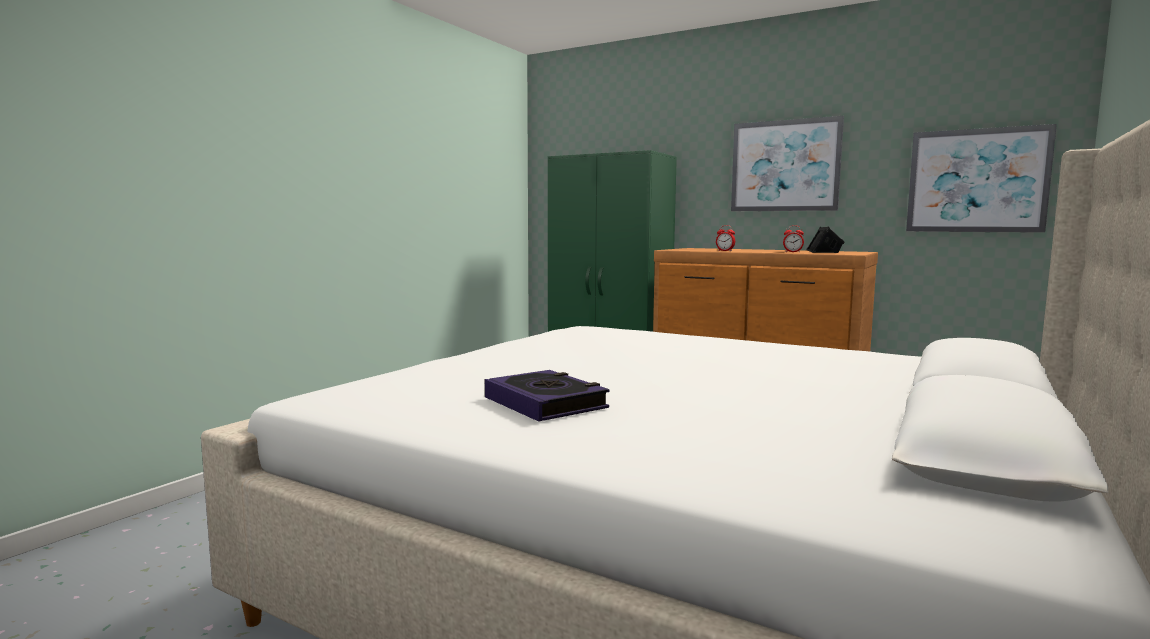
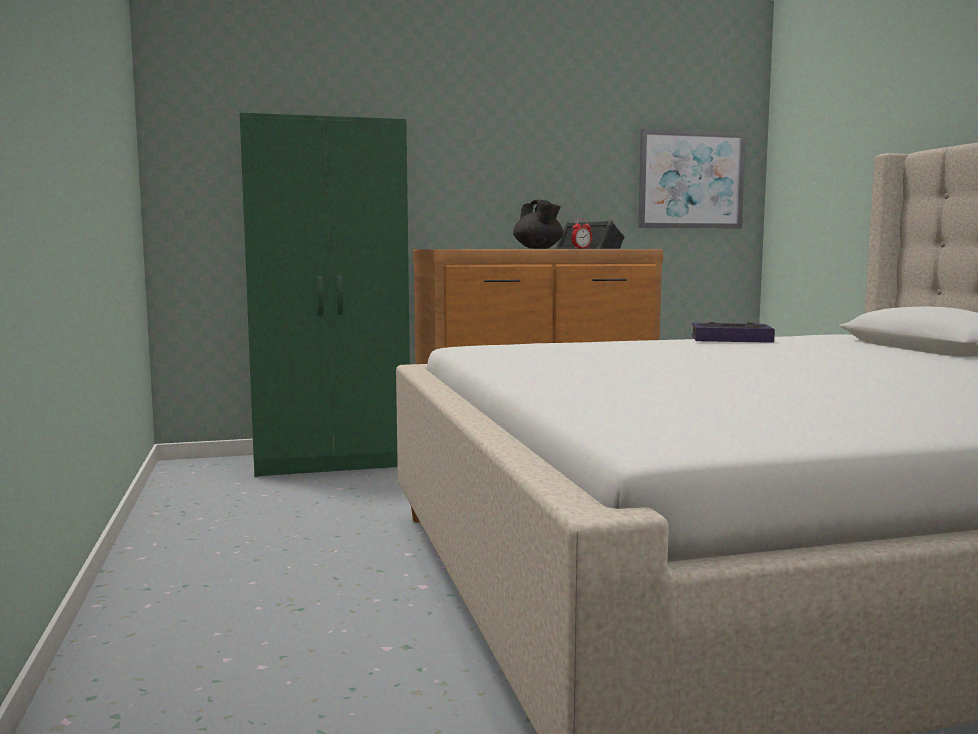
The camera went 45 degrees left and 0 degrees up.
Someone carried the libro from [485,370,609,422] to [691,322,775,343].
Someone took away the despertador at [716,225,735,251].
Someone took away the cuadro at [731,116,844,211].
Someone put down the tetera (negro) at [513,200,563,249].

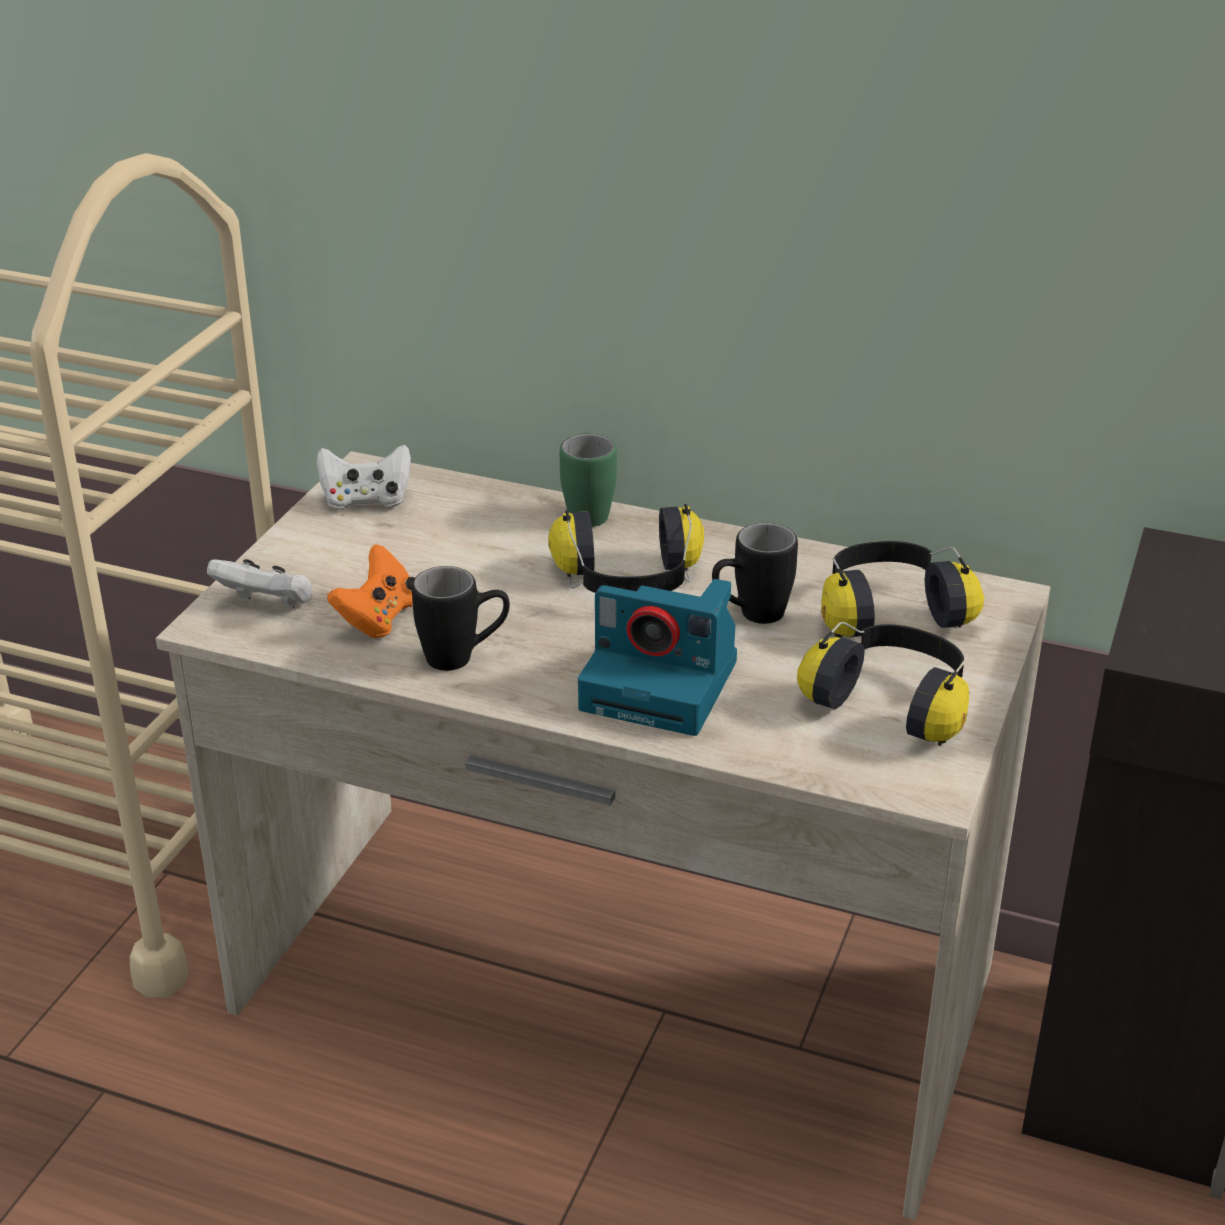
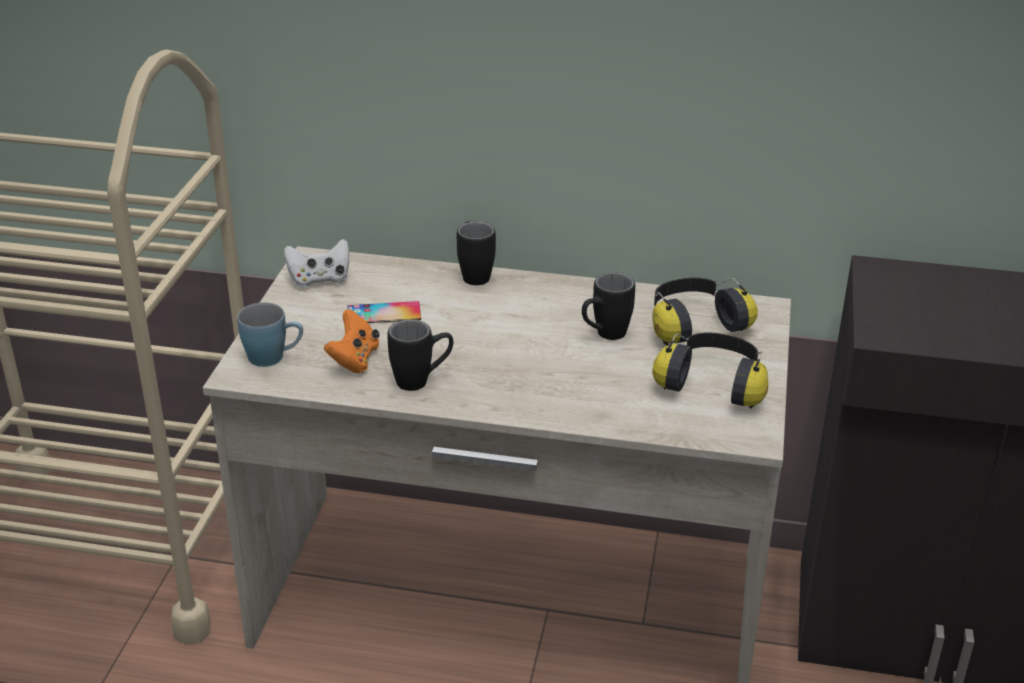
The camera went 10 degrees left and 0 degrees up.
Someone swapped the mando de consola (blanco) at [207,559,313,609] for the taza grande (azul) at [237,302,303,367].
Someone took away the auriculares at [548,504,704,593].
Someone repainted the taza grande (verde) at [560,433,617,527], which became the taza grande (negro) at [457,221,496,285].
Someone took away the cámara at [578,579,737,736].
Someone put down the móvil at [348,301,421,323].

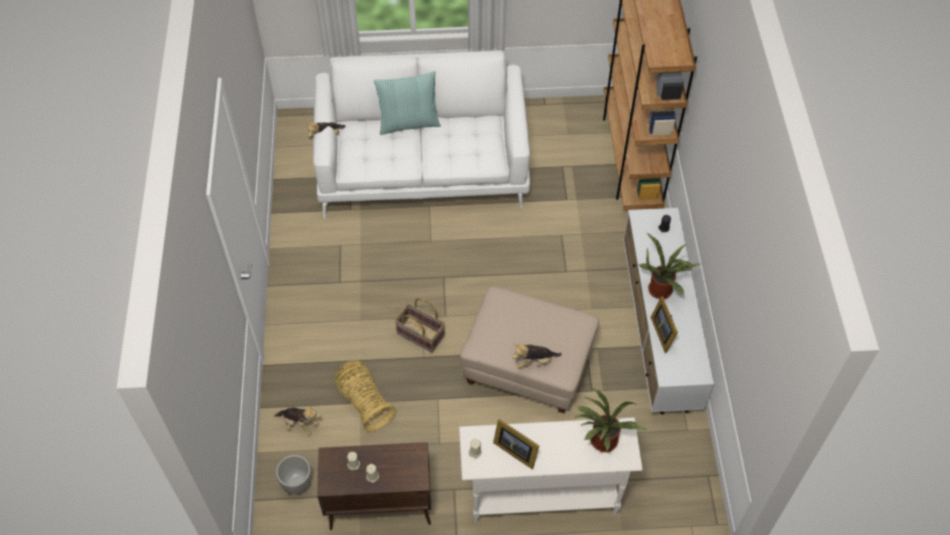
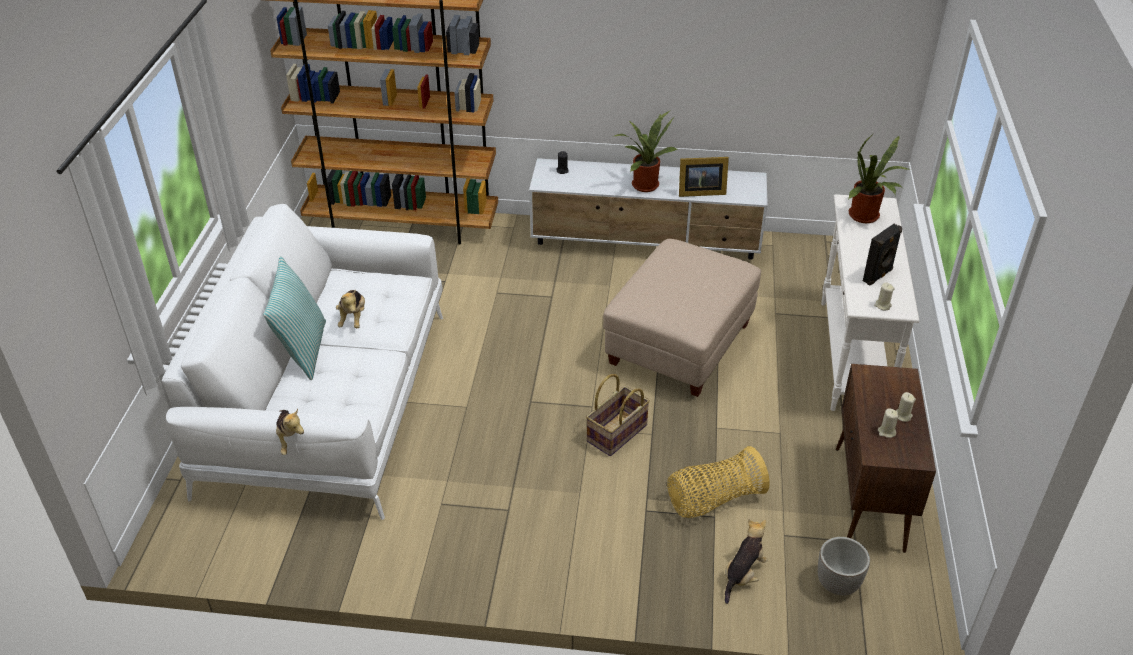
The camera went 80 degrees left and 15 degrees down.
Someone swapped the portarretratos at [493,419,539,469] for the altavoz (negro) at [863,224,902,286].
Someone carried the peluche from [512,344,562,368] to [336,290,365,328].

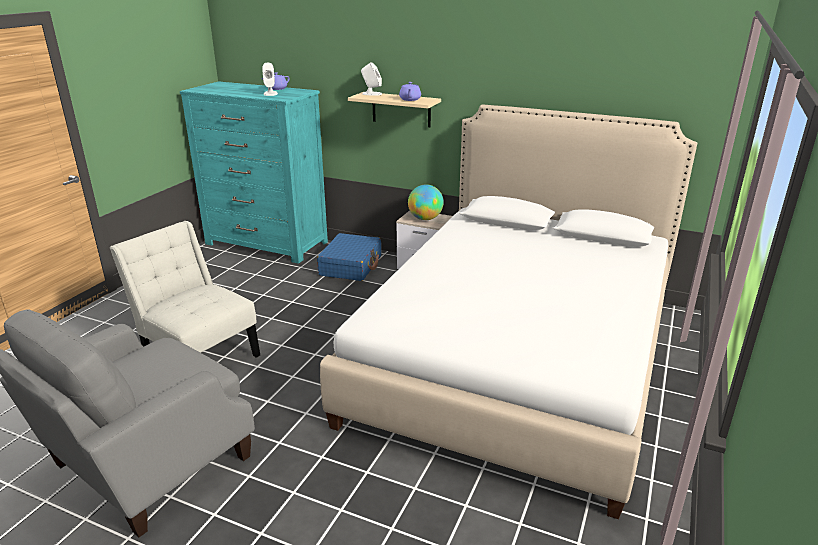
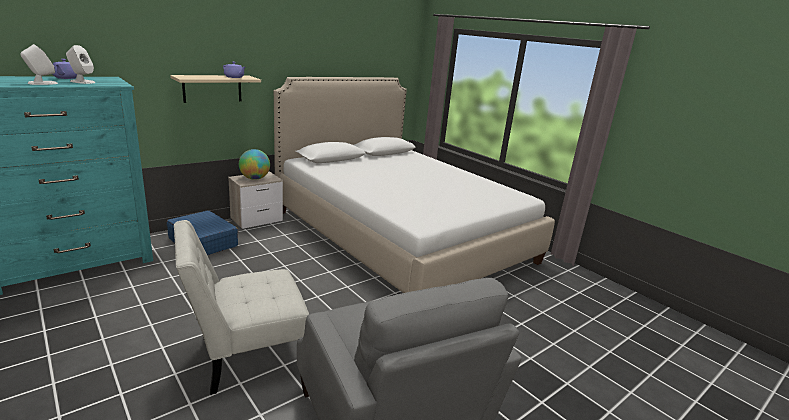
The camera went 65 degrees left and 5 degrees down.
Someone carried the altavoz (blanco) from [361,62,382,96] to [20,44,58,85].

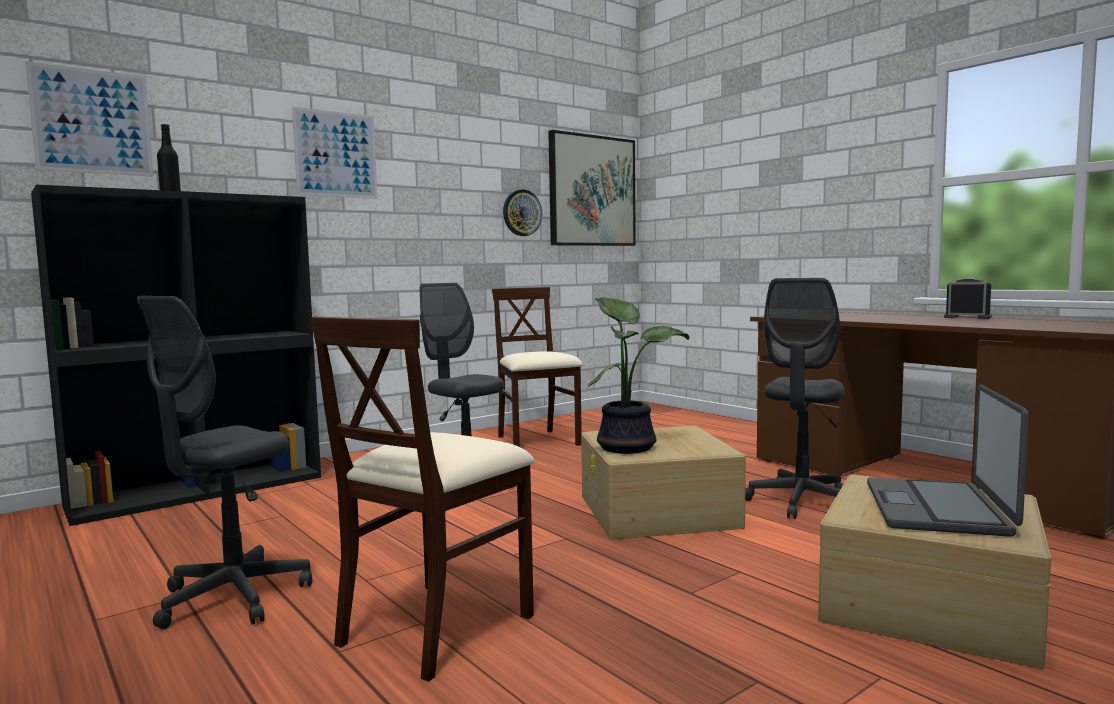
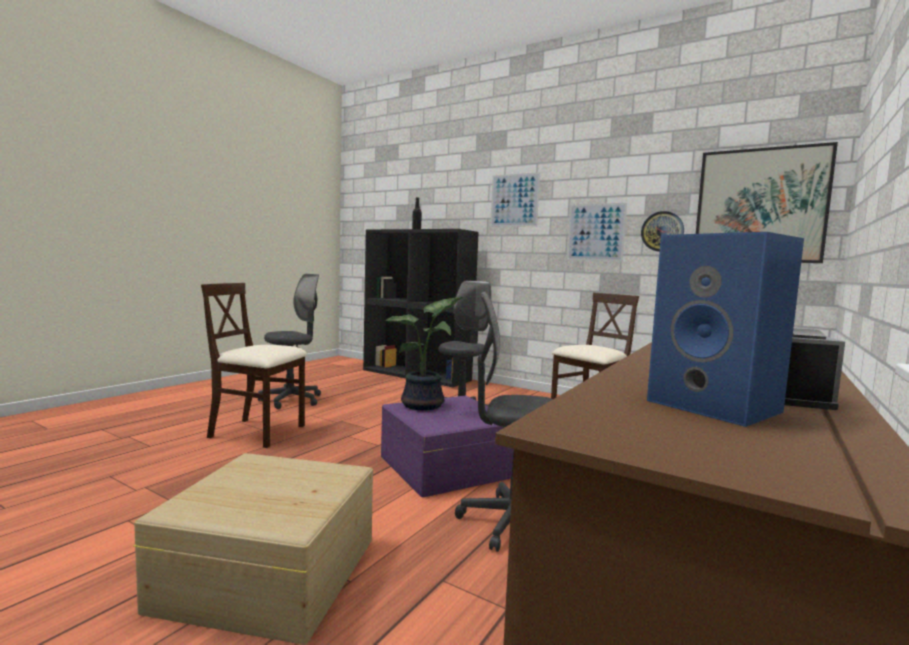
The camera went 70 degrees right and 0 degrees up.
Someone carried the cuadro from [25,61,154,176] to [567,203,627,261].
Someone rotated the silla de oficina (gris) at [137,296,312,630] by 120 degrees clockwise.
Someone repainted the caja de almacenaje (beis) at [581,426,747,539], which became the caja de almacenaje (morado) at [381,396,514,497].
Someone took away the portátil at [867,384,1029,537].
Someone put down the altavoz (azul) at [647,232,804,427].

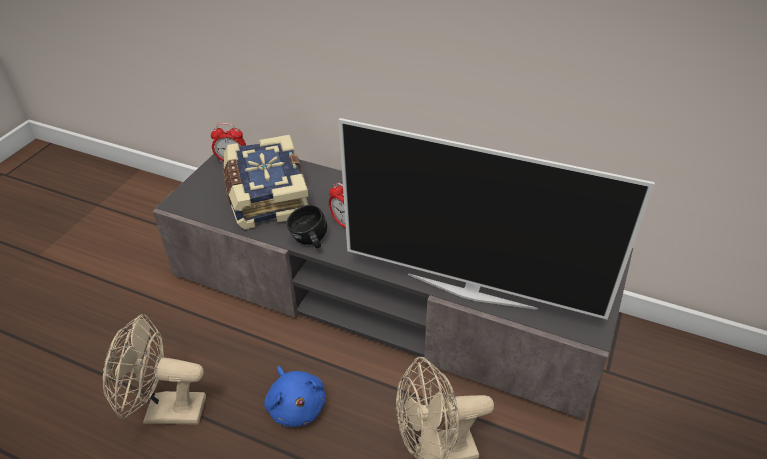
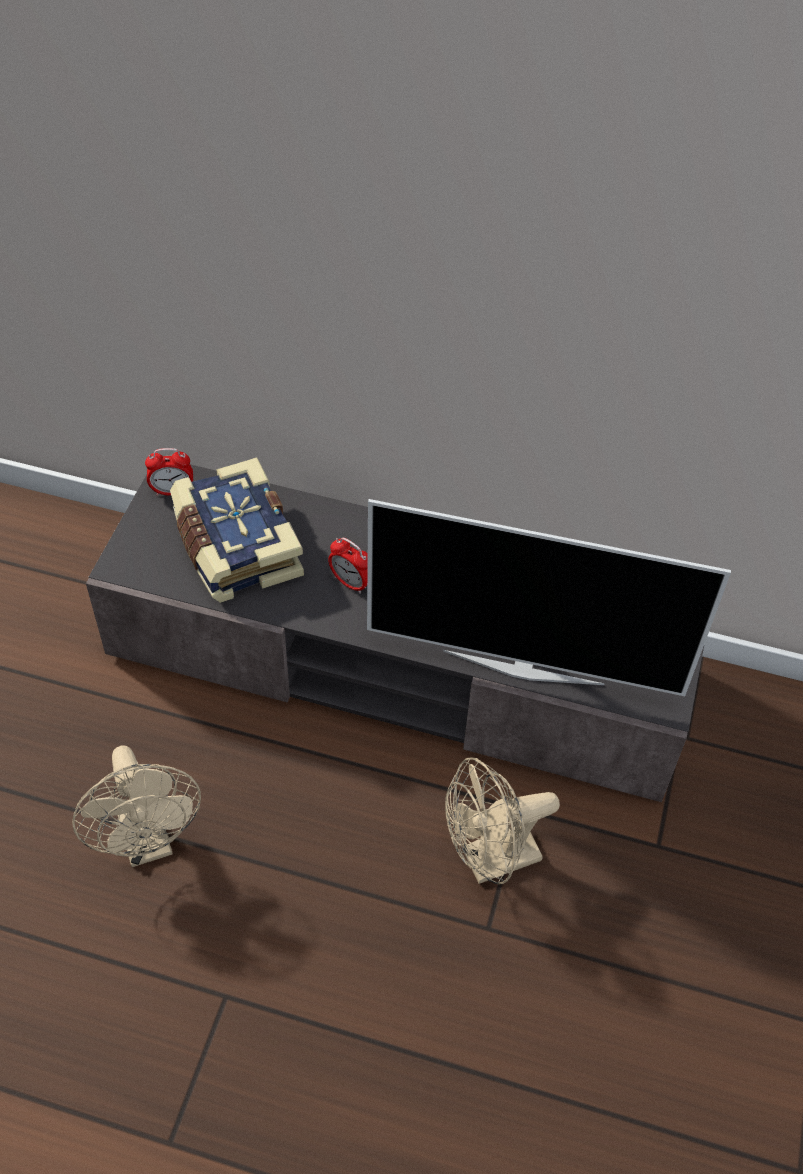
The camera went 10 degrees left and 10 degrees up.
Someone rotated the ventilador (beis) at [103,314,206,425] by 105 degrees counterclockwise.
Someone took away the peluche (azul) at [264,366,326,427].
Someone took away the taza grande (negro) at [286,205,327,248].

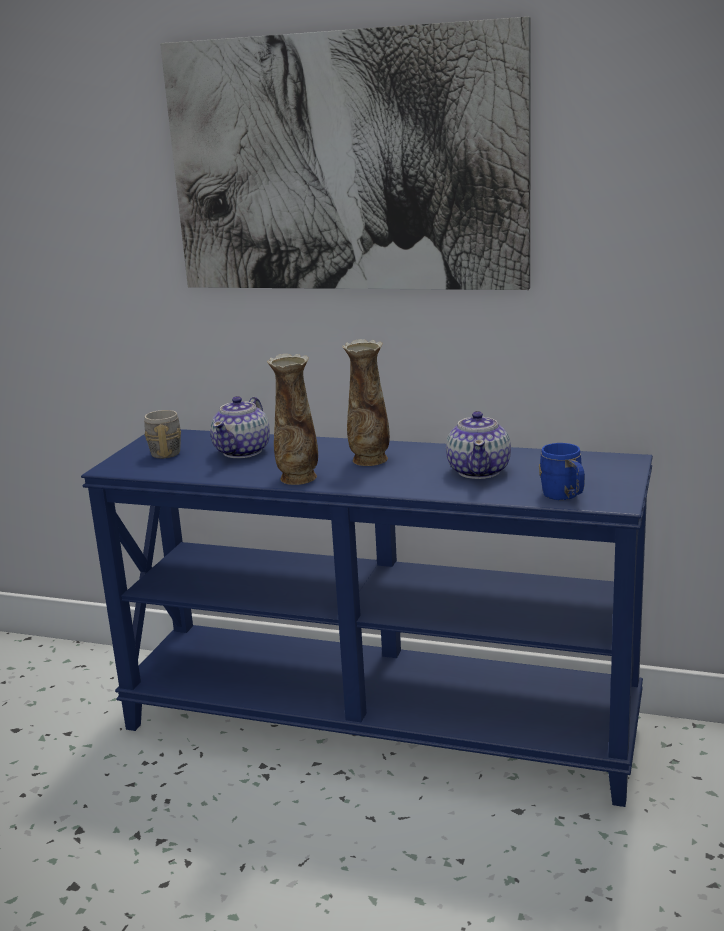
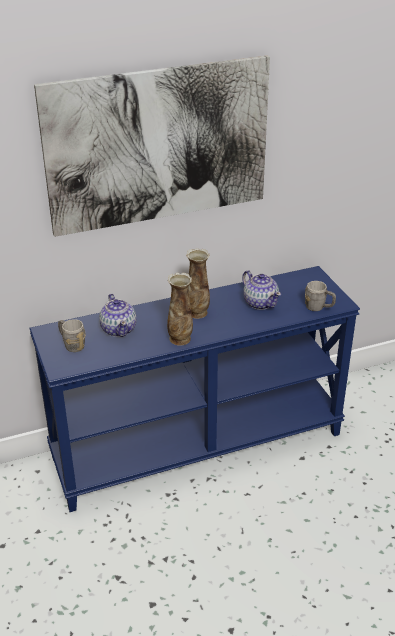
The camera went 40 degrees left and 15 degrees up.
Someone repainted the taza grande (azul) at [539,443,585,500], which became the taza grande (gris) at [305,281,336,311].

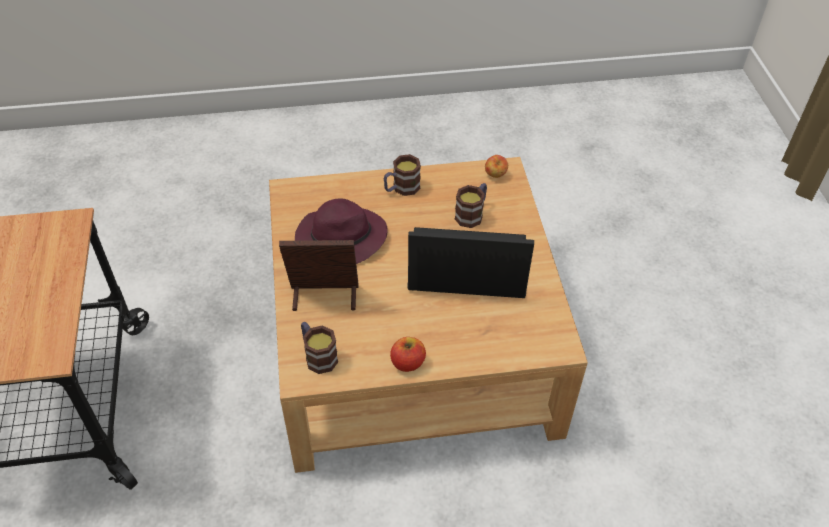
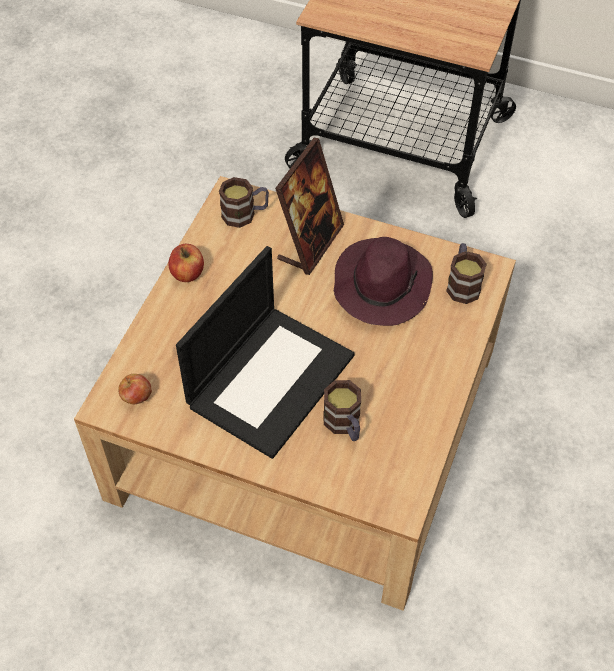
The camera went 120 degrees right and 5 degrees up.
Someone carried the taza grande from [384,154,421,196] to [446,243,487,304].
Someone carried the manzana from [485,155,508,178] to [118,374,152,404].

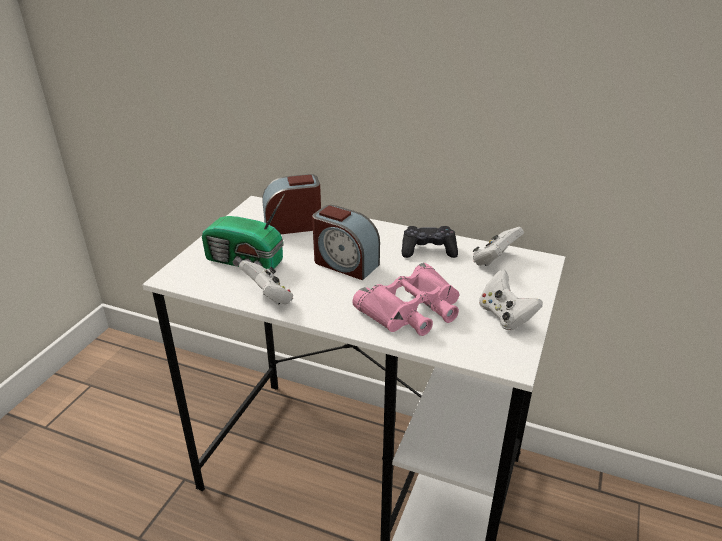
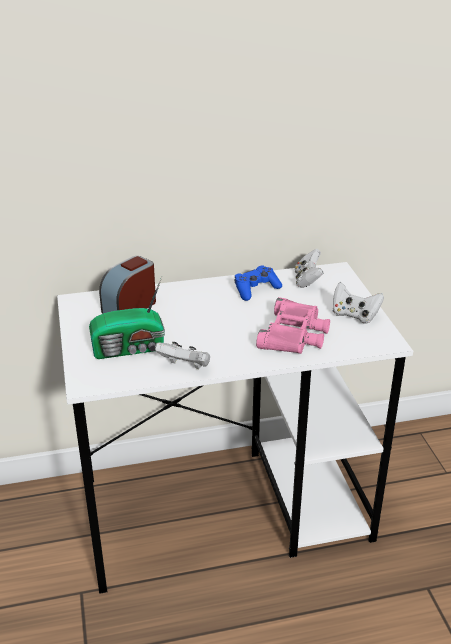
The camera went 35 degrees left and 0 degrees up.
Someone took away the despertador at [312,205,380,280].
Someone repainted the mando de consola (negro) at [402,226,458,258], which became the mando de consola (azul) at [235,265,282,301].

